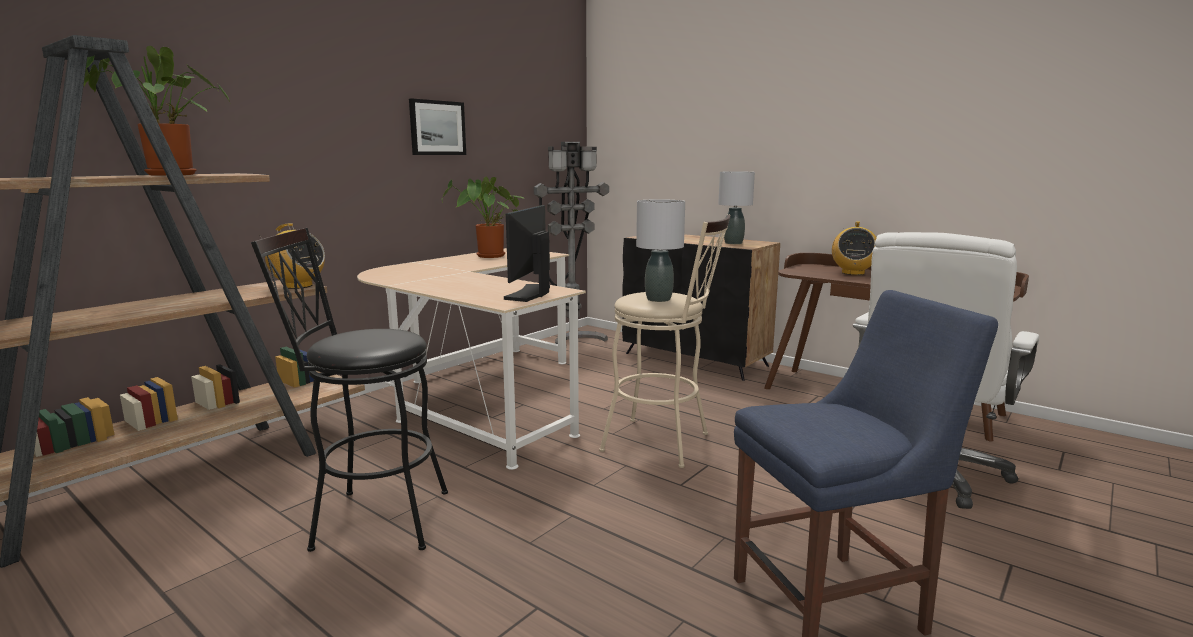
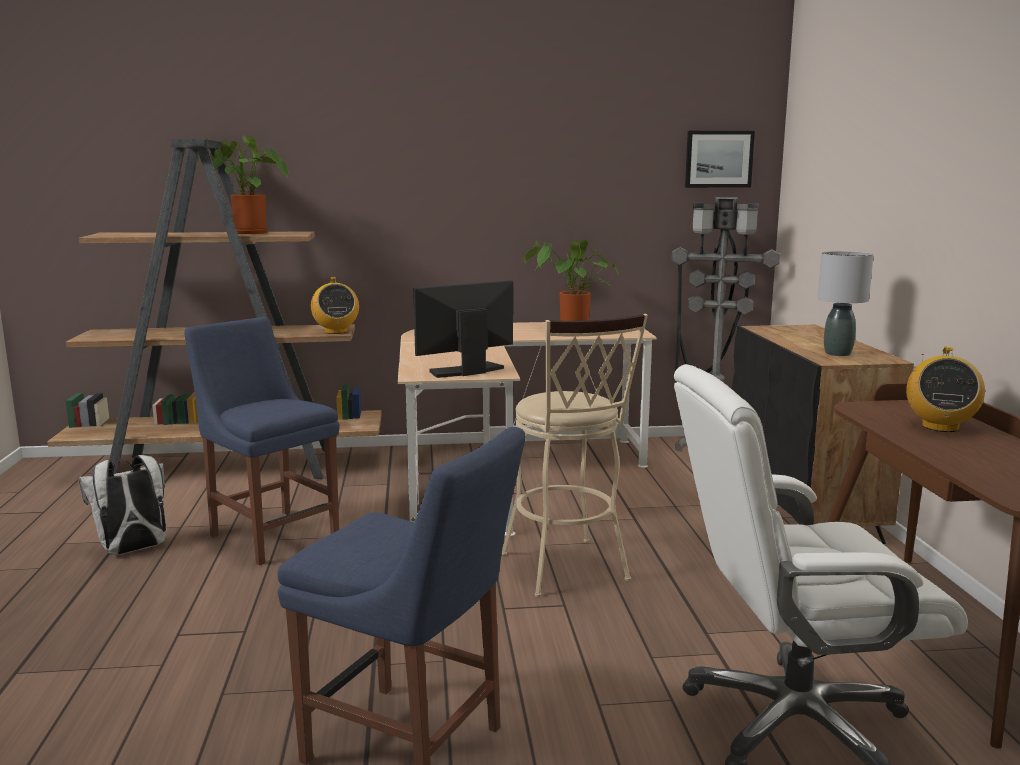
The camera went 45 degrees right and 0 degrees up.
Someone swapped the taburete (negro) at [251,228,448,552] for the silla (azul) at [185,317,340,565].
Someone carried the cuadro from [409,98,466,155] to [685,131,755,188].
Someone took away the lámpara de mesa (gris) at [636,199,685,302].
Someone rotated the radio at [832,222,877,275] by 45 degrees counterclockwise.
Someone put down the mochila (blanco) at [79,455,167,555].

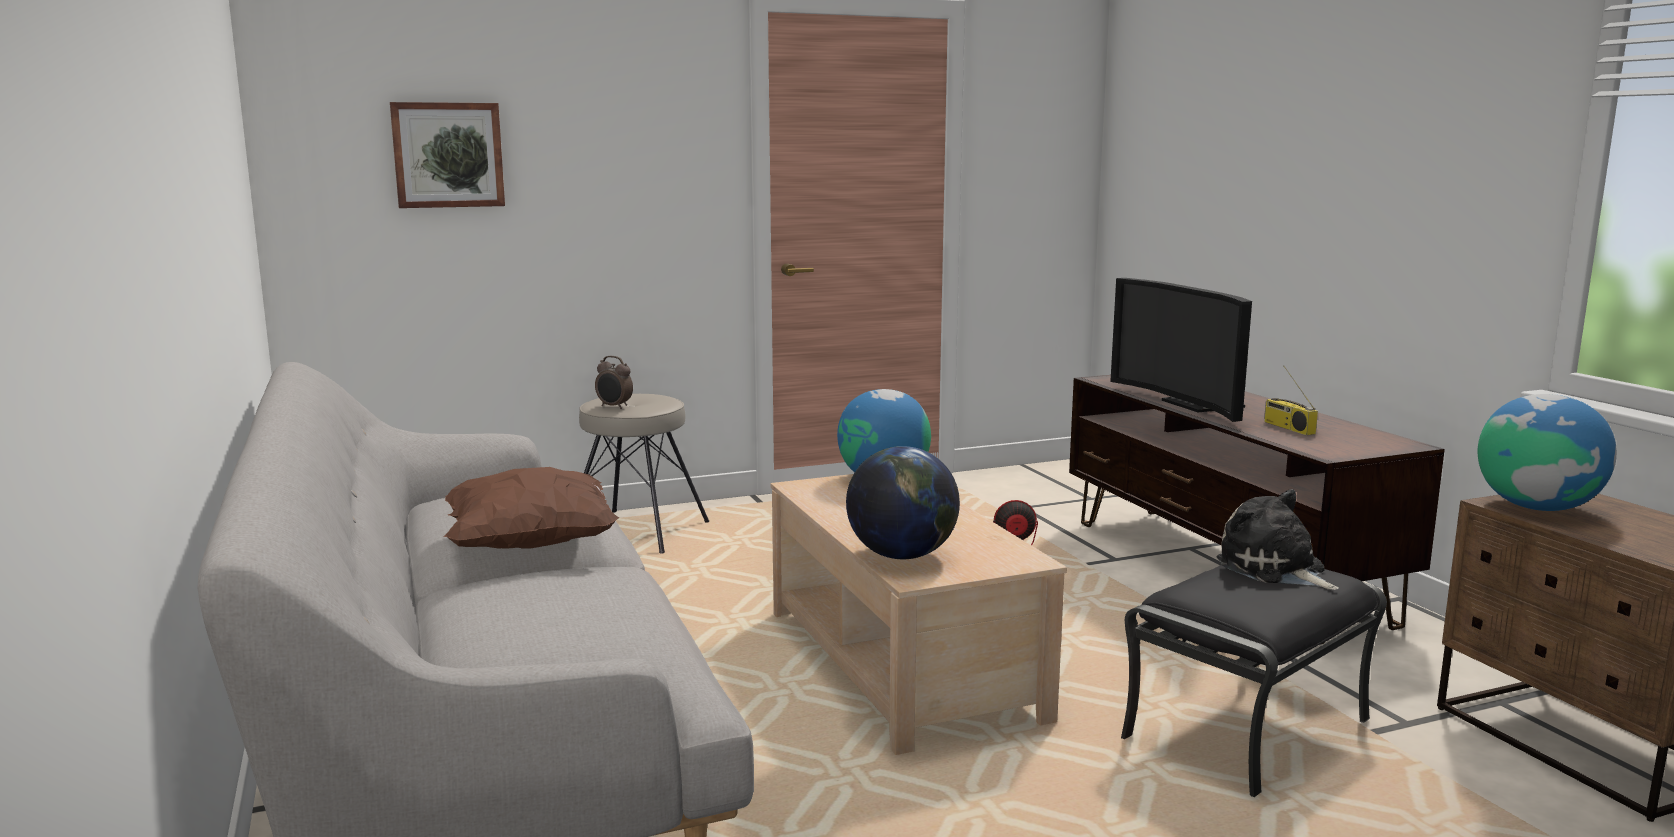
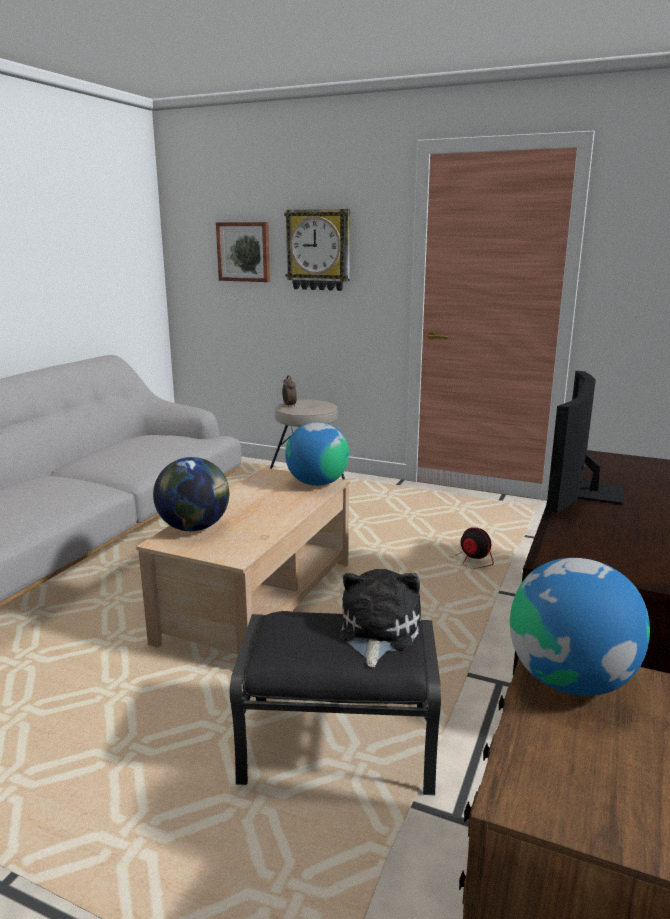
The camera went 45 degrees right and 5 degrees up.
Someone took away the cojín (marrón) at [444,467,619,549].
Someone took away the radio at [1264,365,1318,435].
Someone put up the reloj de pared at [284,209,350,291].

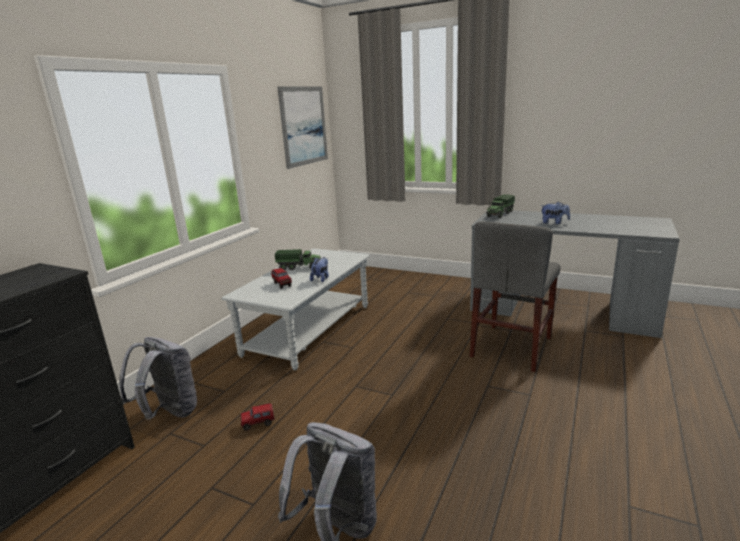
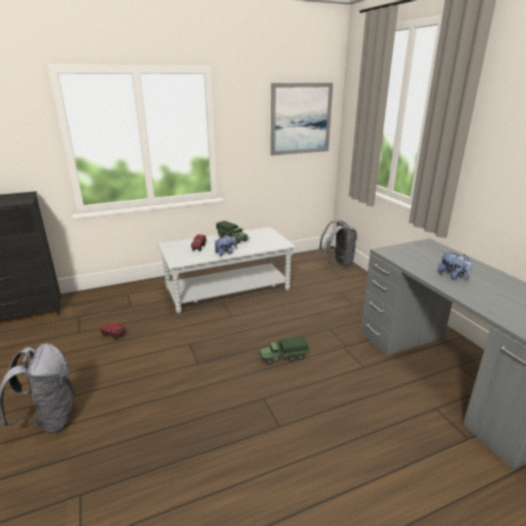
The camera went 40 degrees right and 5 degrees up.
Someone carried the mochila (gris) from [119,337,197,420] to [319,220,357,267].
Someone took away the silla (gris) at [470,222,561,372].
Someone carried the camión de juguete from [486,194,515,218] to [259,336,308,365].

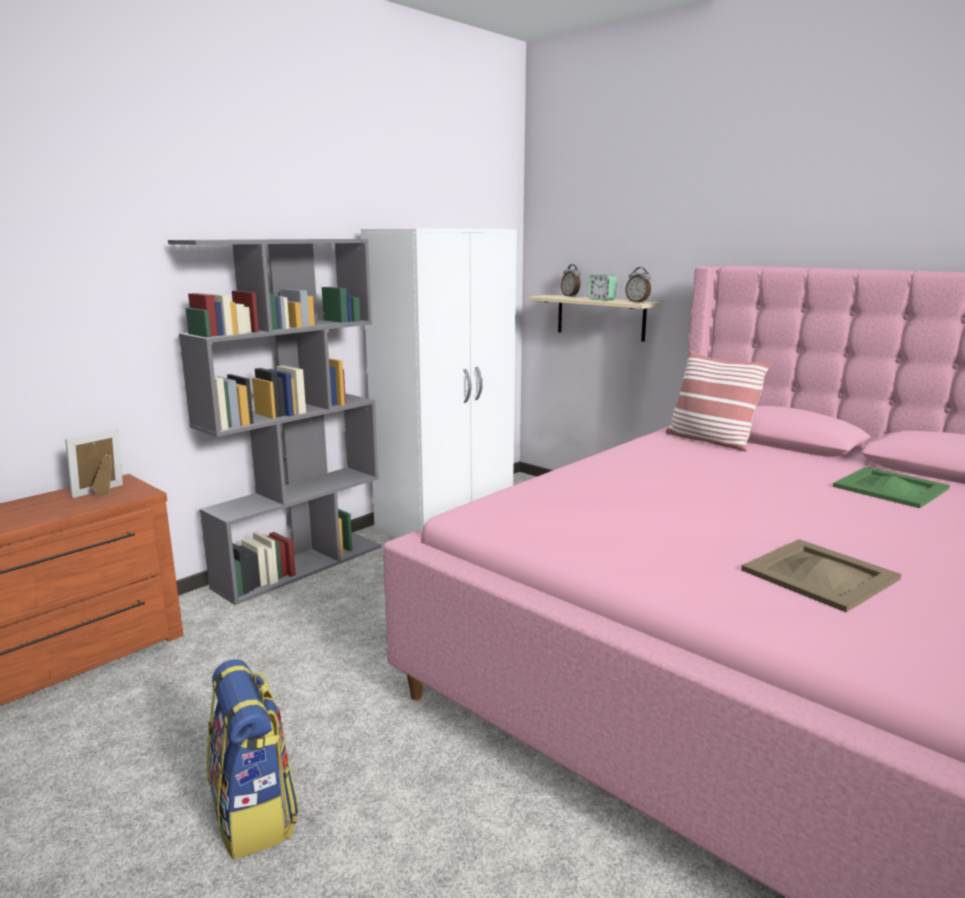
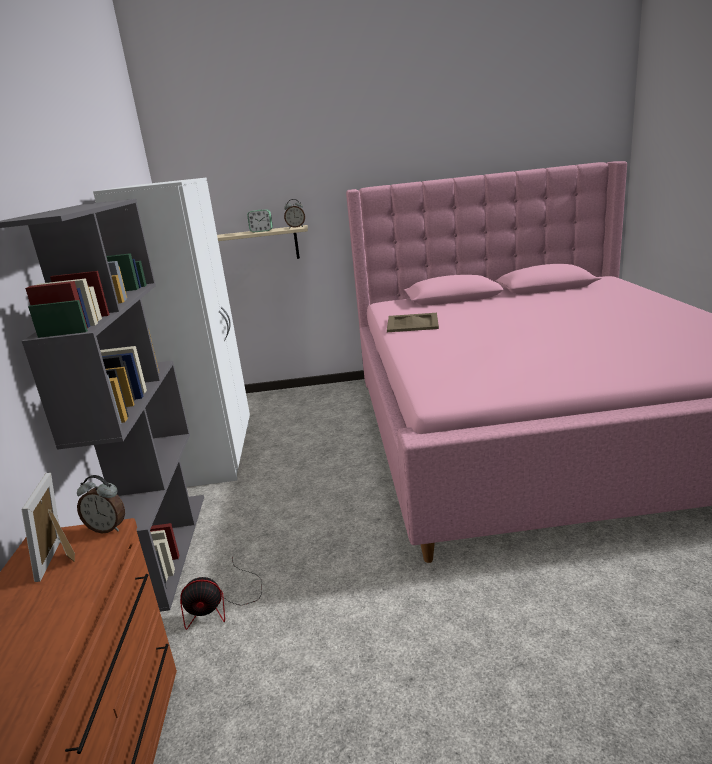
The camera went 45 degrees left and 5 degrees up.
Someone took away the mochila at [206,659,299,860].
Someone carried the despertador from [561,264,580,297] to [77,475,125,533].
Someone took away the cojín at [666,350,771,452].
Someone carried the bandeja (beis) from [741,539,902,612] to [387,313,439,332].
Someone took away the bandeja (verde) at [833,467,950,508].
Someone put down the ventilador at [180,561,262,630].

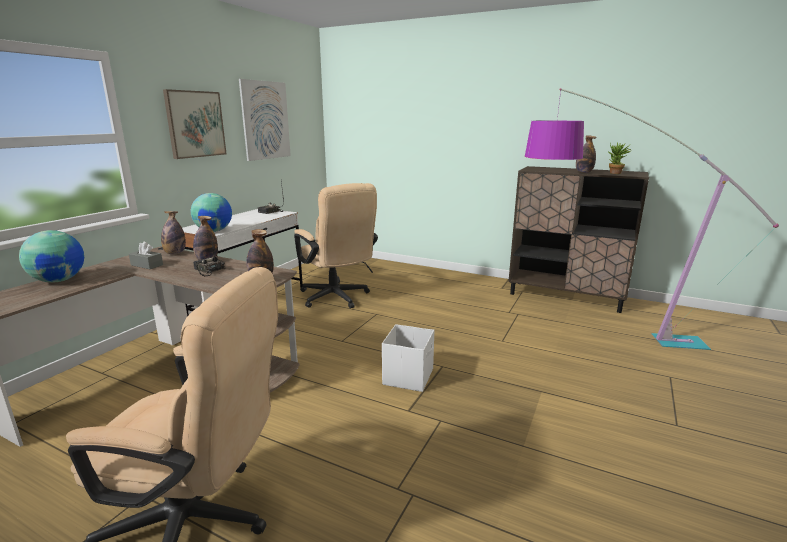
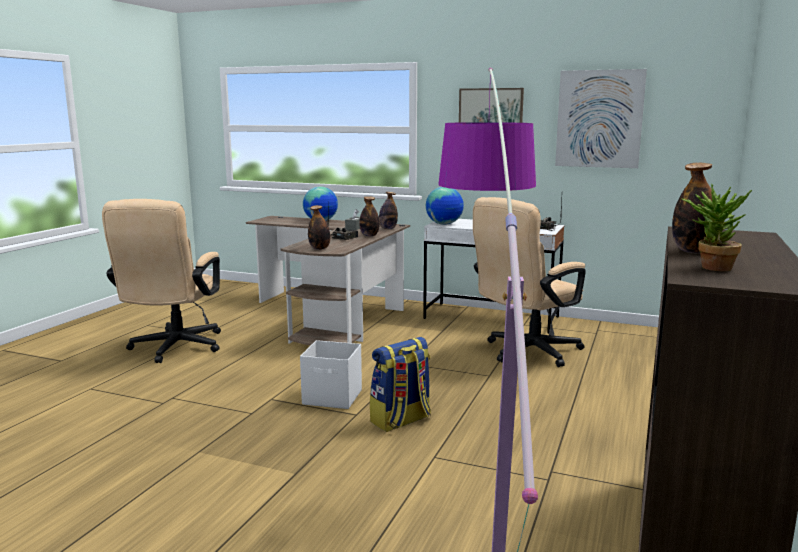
The camera went 85 degrees right and 5 degrees down.
Someone put down the mochila at [370,337,431,432].

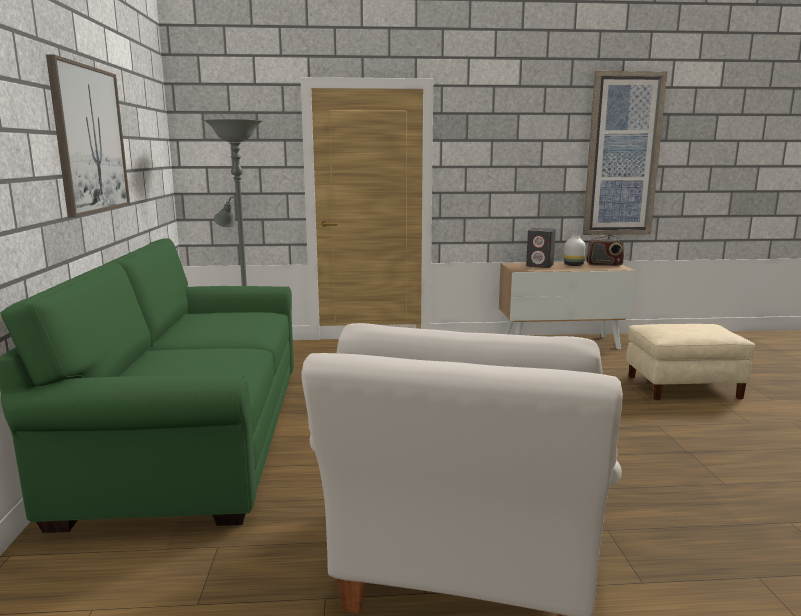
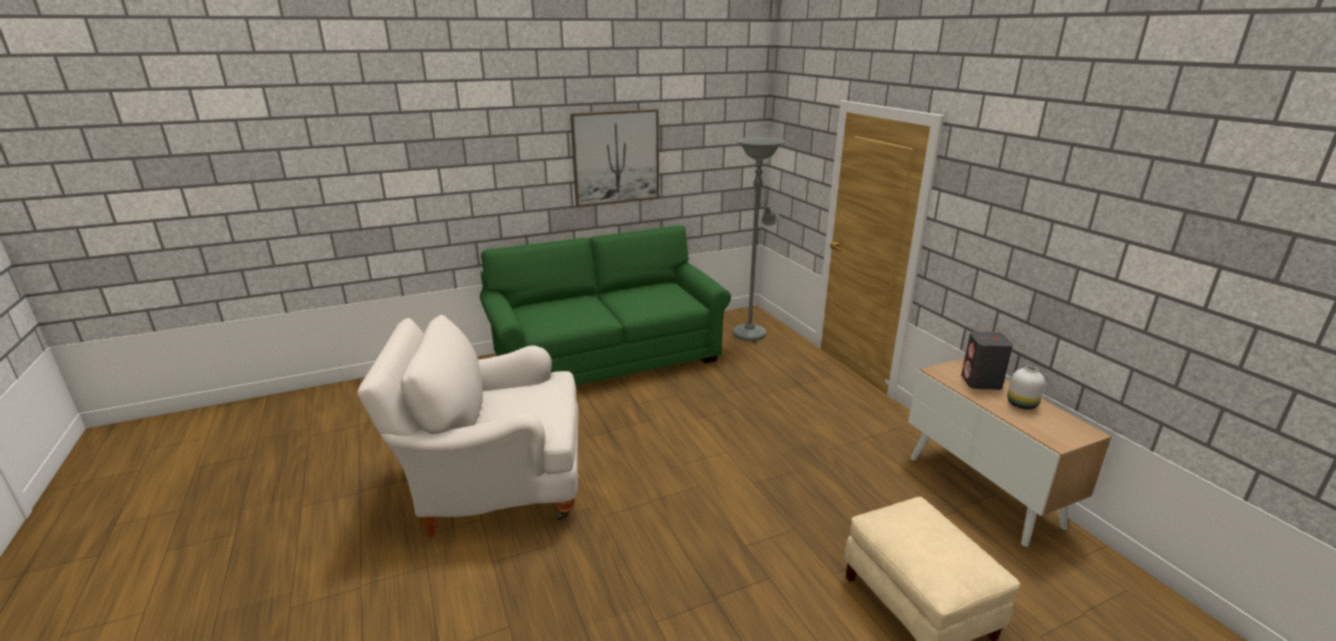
The camera went 70 degrees right and 10 degrees up.
Someone took away the cuadro at [583,71,667,235].
Someone took away the radio at [586,235,624,266].

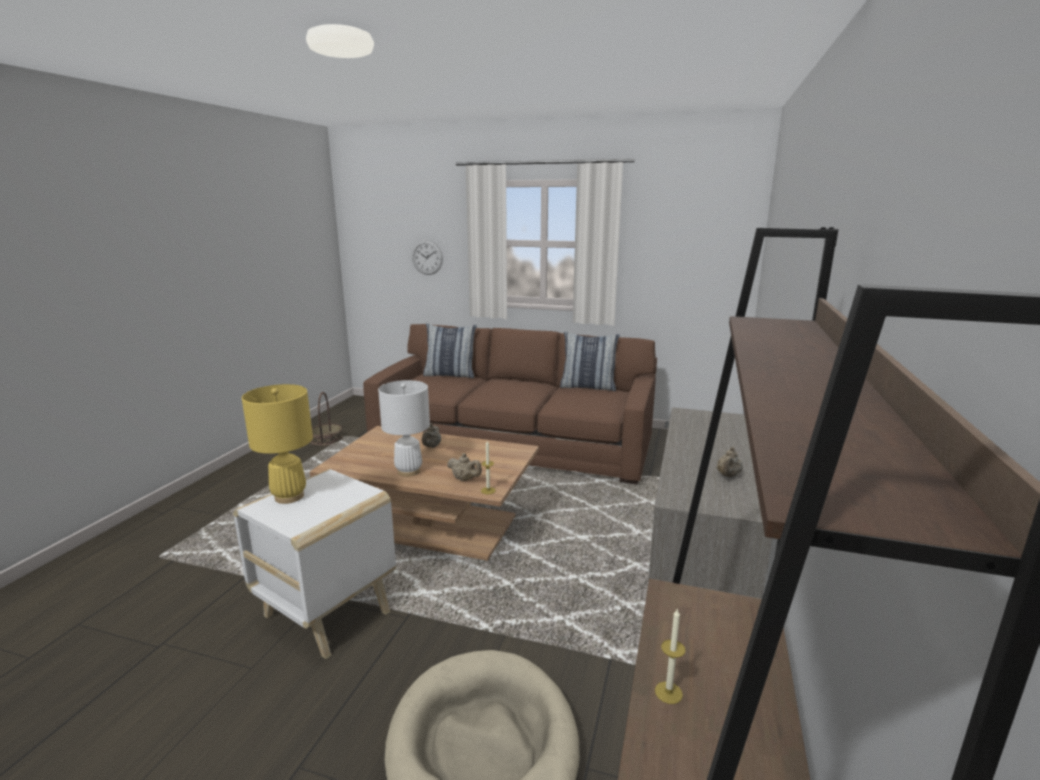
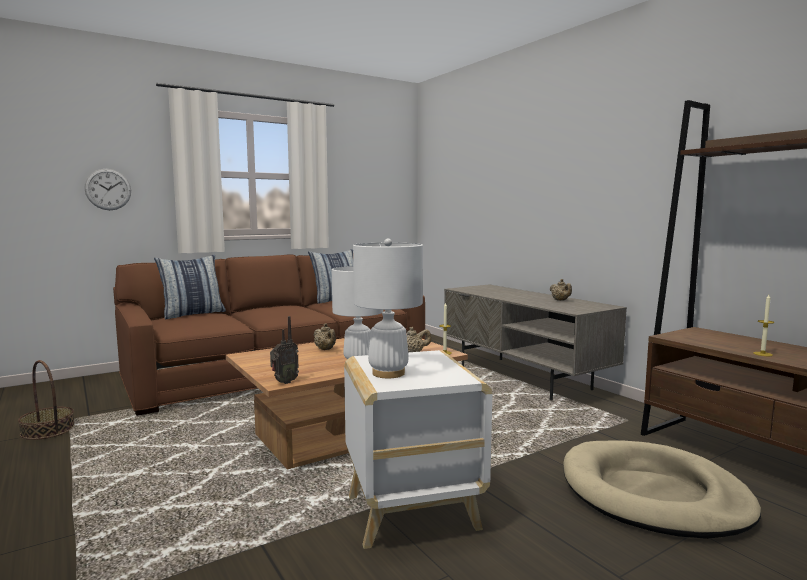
The camera went 50 degrees left and 10 degrees down.
Someone repainted the lámpara de mesa (amarillo) at [242,384,313,504], which became the lámpara de mesa (blanco) at [353,239,423,378].
Someone put down the radio at [270,316,299,384].

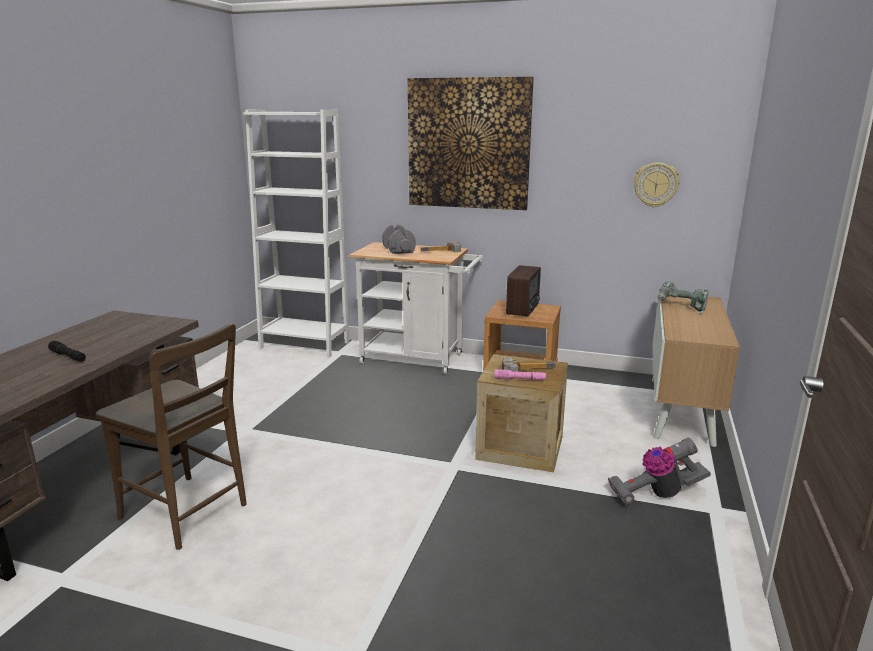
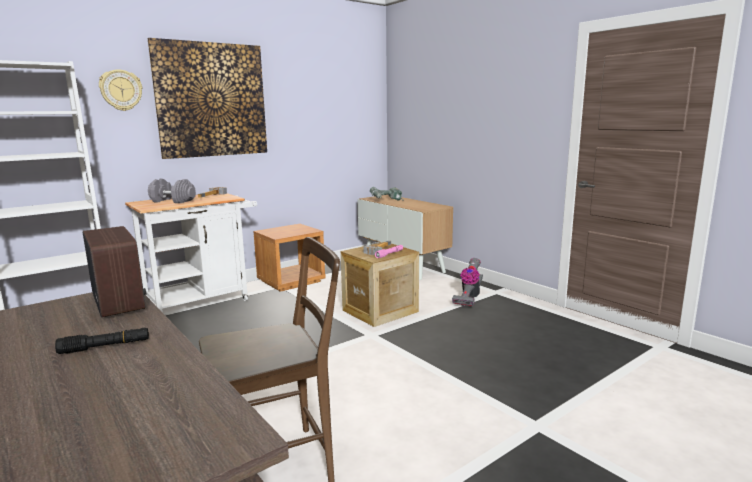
The camera went 55 degrees left and 5 degrees down.
Someone carried the radio from [506,265,541,316] to [83,226,147,317].
Someone carried the reloj de pared from [634,163,680,207] to [99,69,142,111].

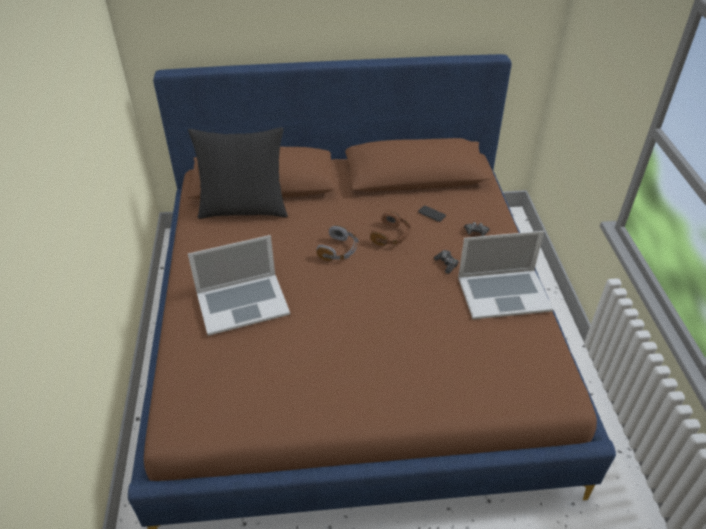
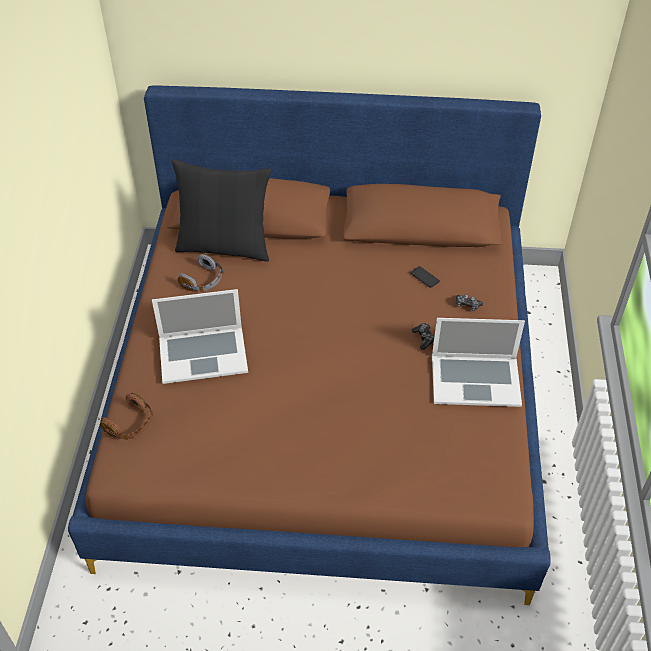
The camera went 10 degrees right and 5 degrees up.
Someone carried the auriculares (gris) from [316,225,359,261] to [178,254,224,291].
Someone carried the auriculares (marrón) from [370,211,411,246] to [100,393,154,439].

